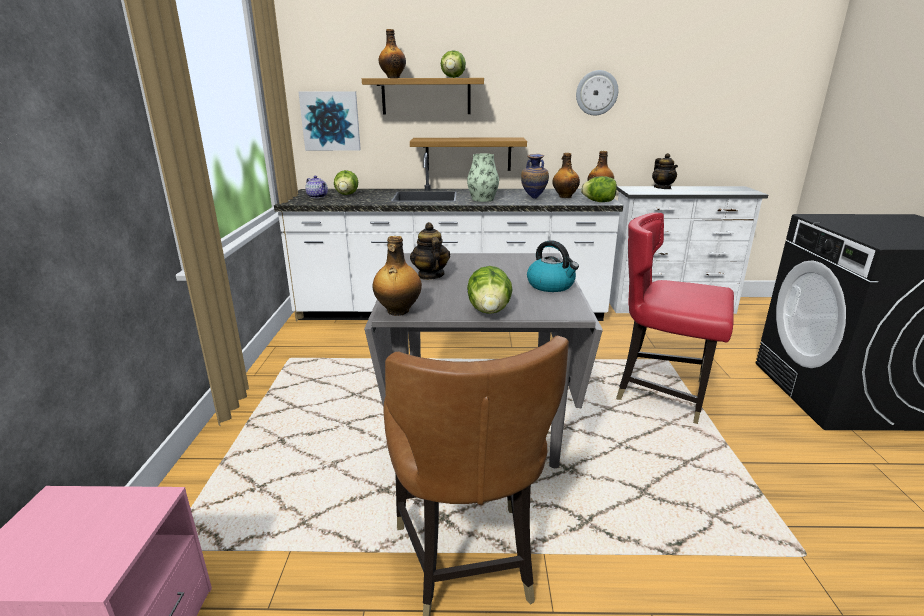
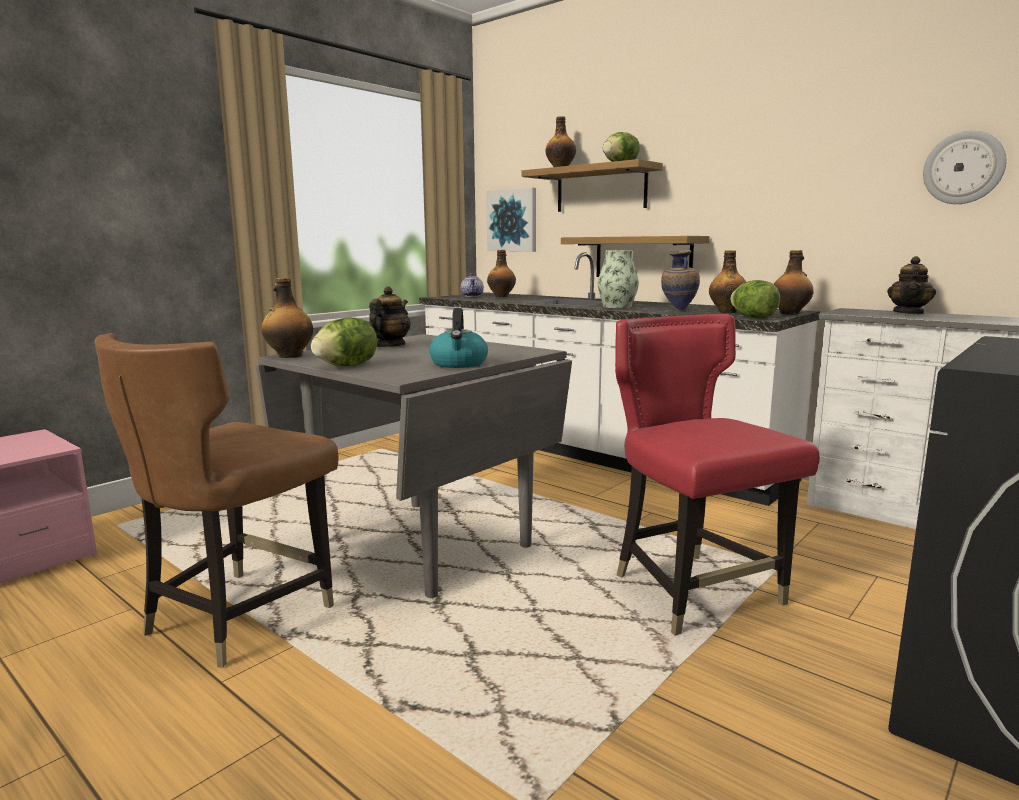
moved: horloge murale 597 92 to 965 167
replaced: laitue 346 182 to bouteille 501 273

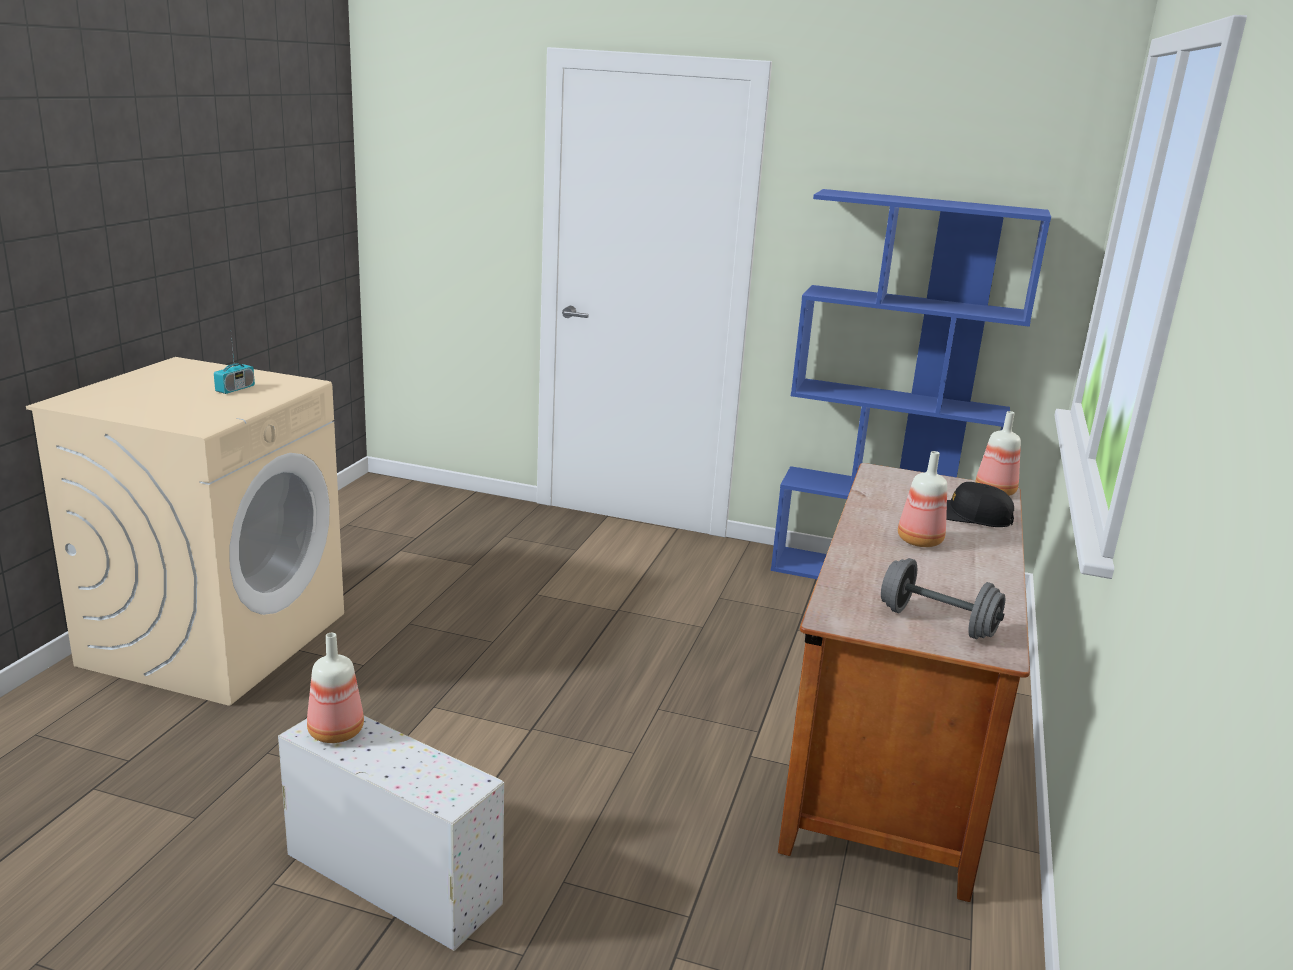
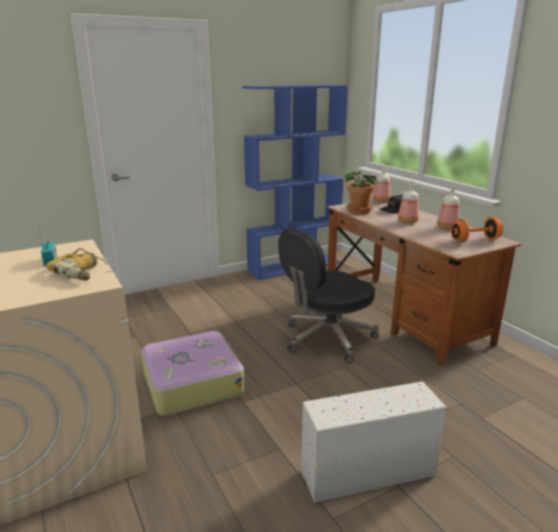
added: plante en pot 361 193; chaise de bureau/noir 328 296; perceuse 76 264; valise 192 373
moved: bouteille 335 688 to 448 207
recoloured: haltère/gris 943 598 to haltère/orange 477 230

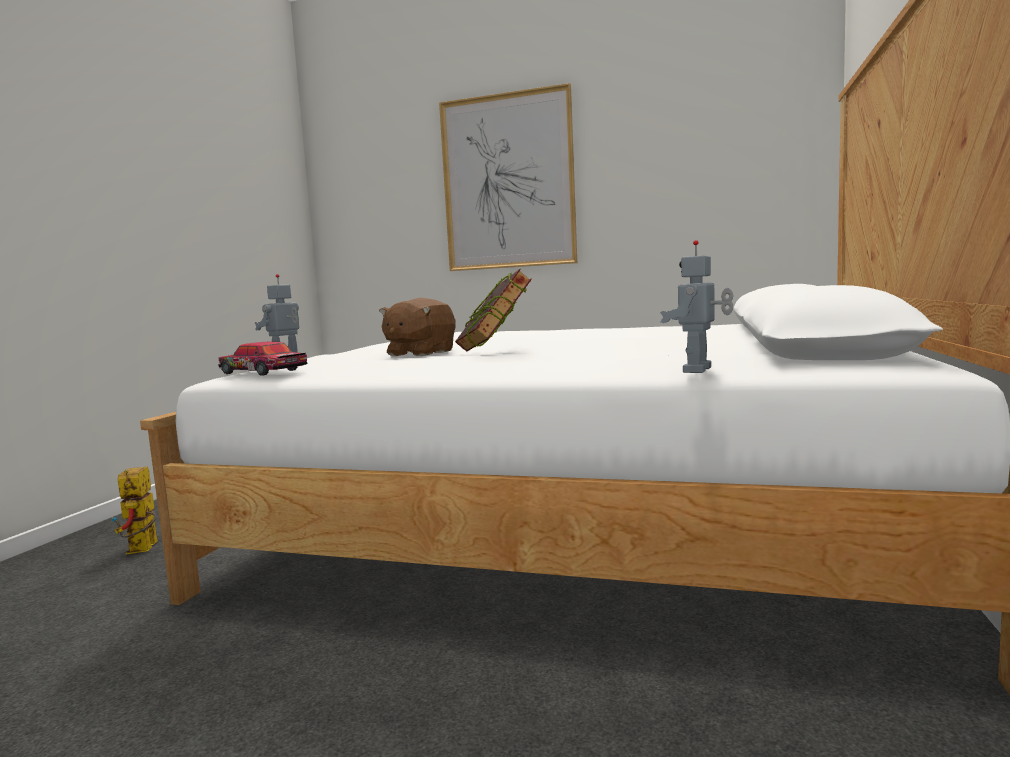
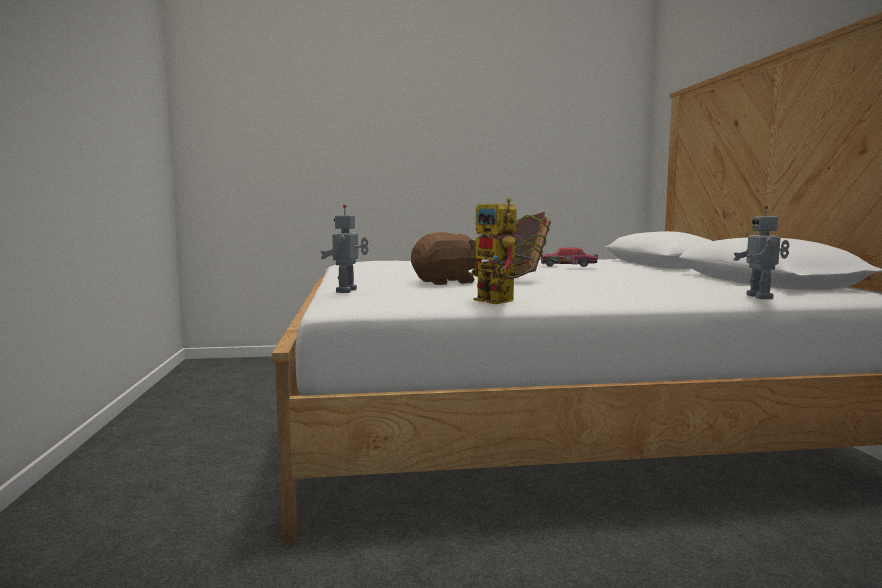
removed: tableau 508 177
moved: petite voiture 263 359 to 570 257; robot jouet 135 511 to 503 251
turned: peluche/marron 417 327 = 444 258 120 degrees counterclockwise

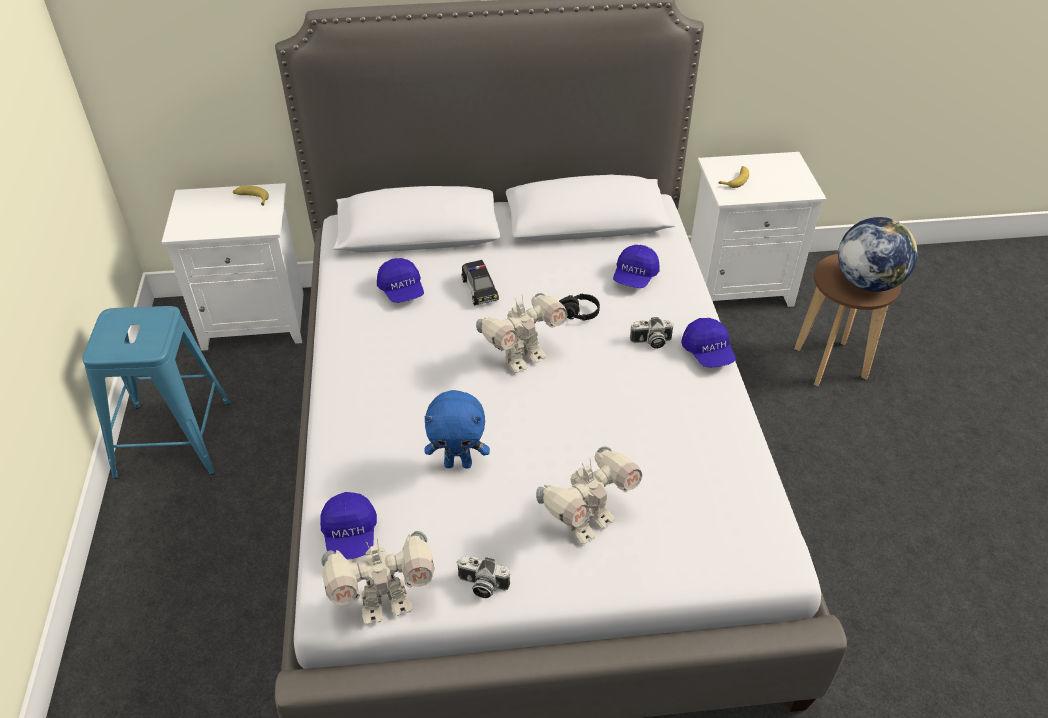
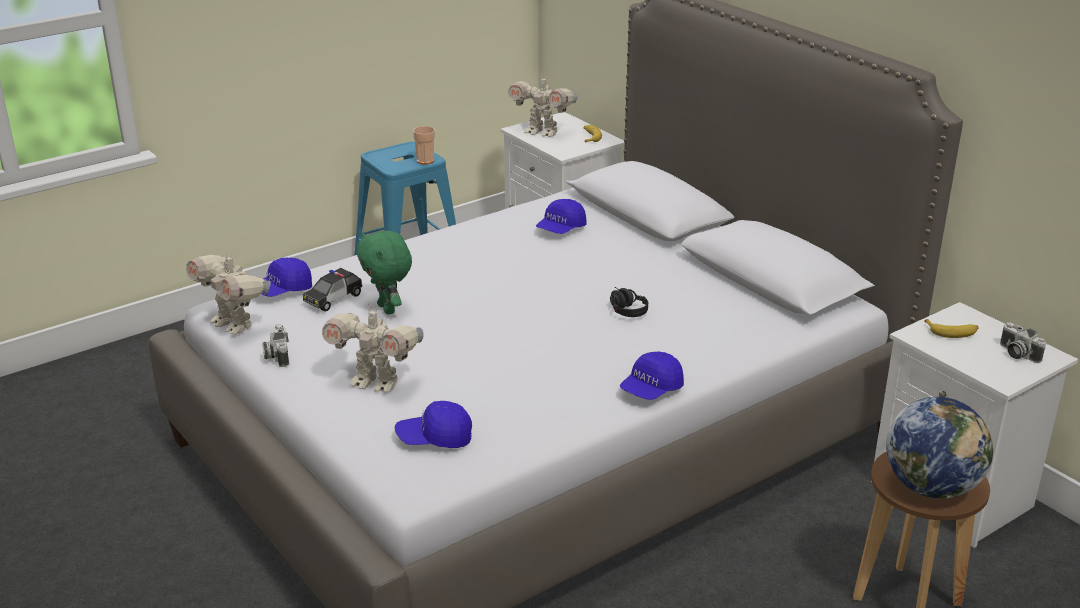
added: tasse 424 145
moved: casquette/bleu 636 266 to 433 424; petite voiture 480 282 to 332 290; robot jouet 521 333 to 543 106; appareil photo 651 333 to 1023 342
recoloured: peluche/bleu 457 429 to peluche/vert 384 272

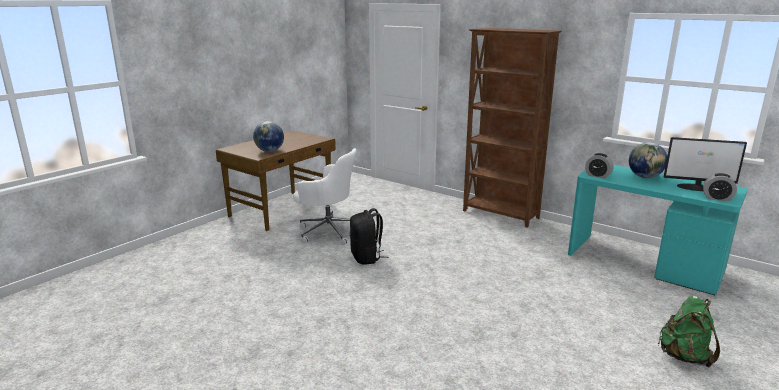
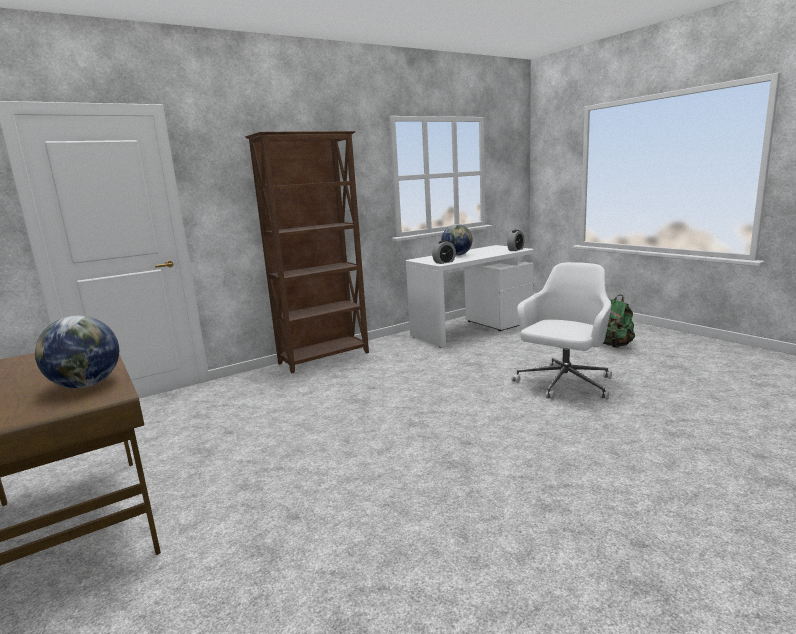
removed: écran d'ordinateur 705 164; sac à dos/noir 369 236
moved: chaise de bureau/blanc 325 196 to 561 331
recoloured: bureau/turquoise 658 230 to bureau/blanc 470 296

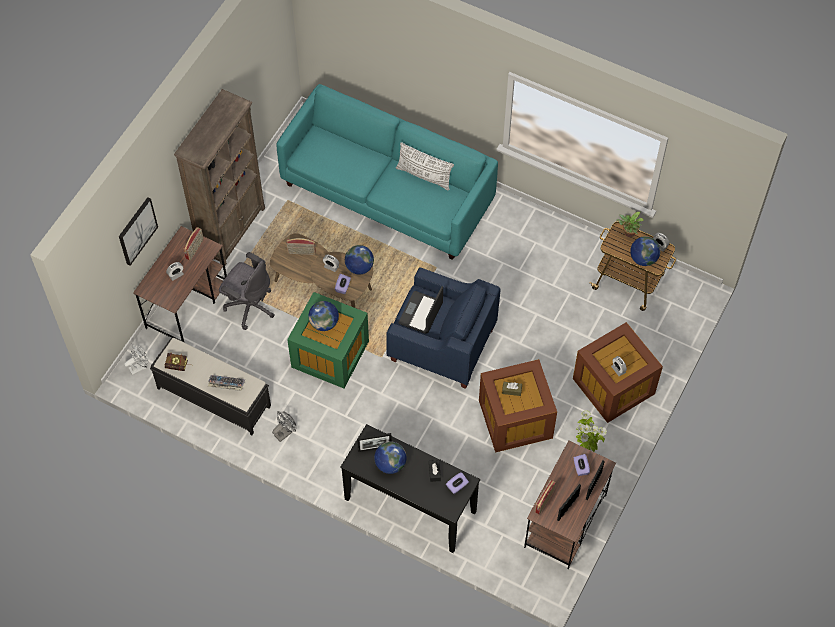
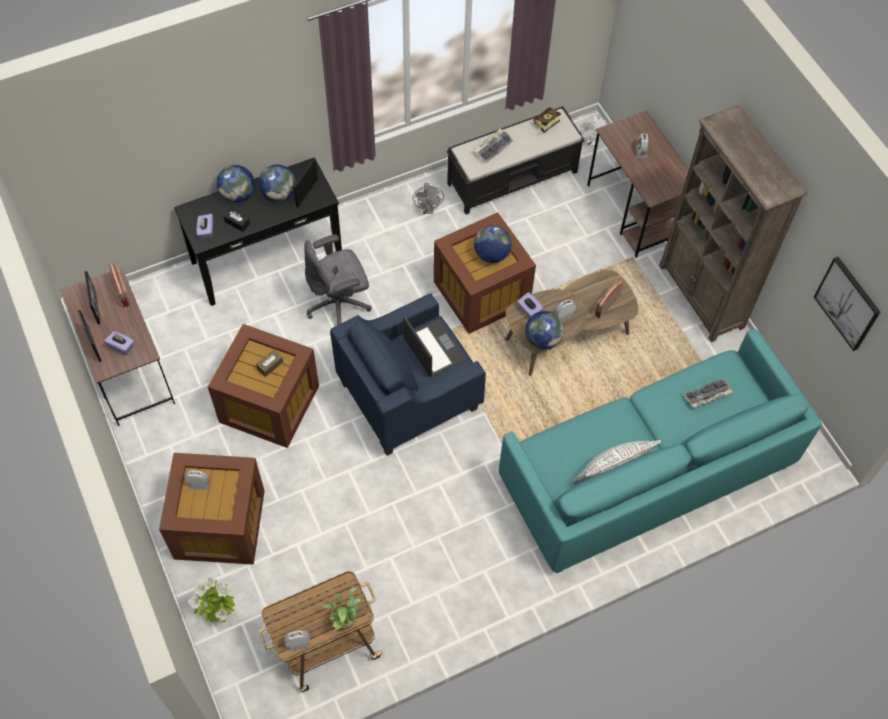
removed: radio 193 243
added: clavier 708 393
moved: tableau 138 231 to 847 304; globe 645 251 to 236 184; chaise de bureau/gris 246 291 to 338 279; plante en pot 591 431 to 212 599
recoloured: boîte de rangement/vert 328 340 to boîte de rangement/marron 485 273

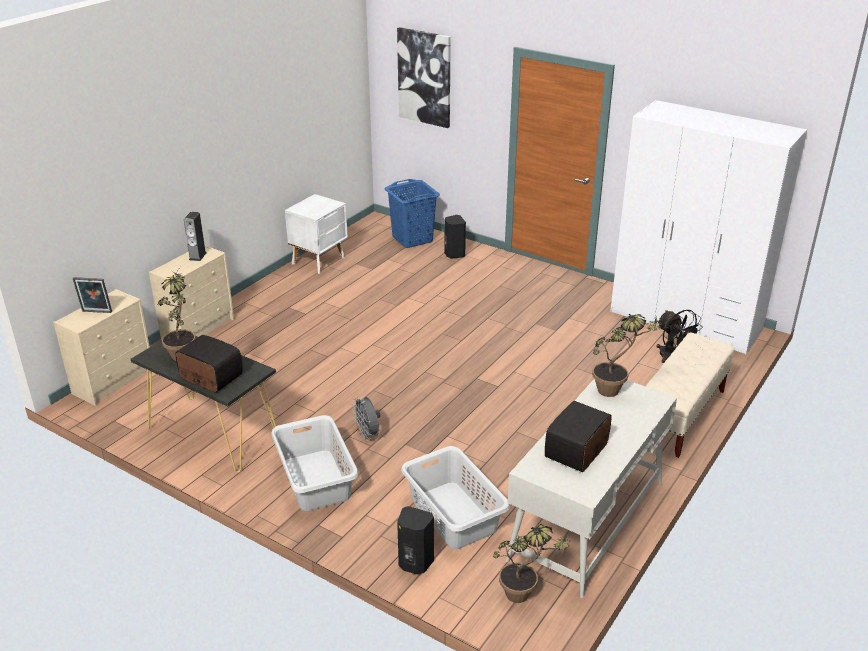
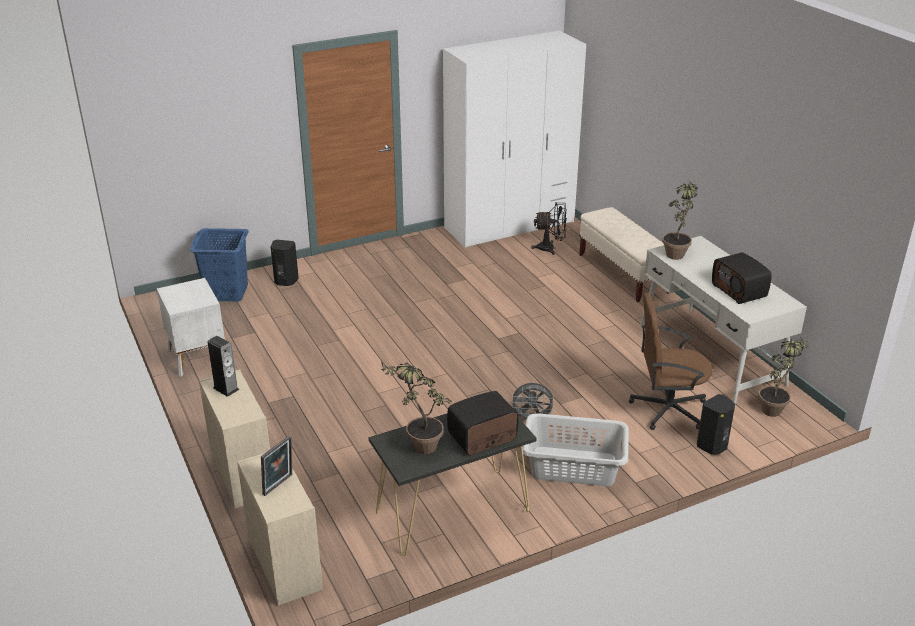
removed: tableau 424 77
replaced: panier à linge/gris 455 497 to chaise de bureau/marron 671 361

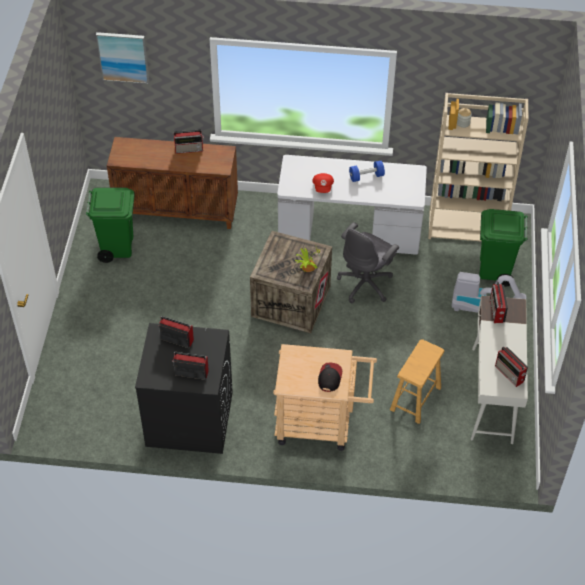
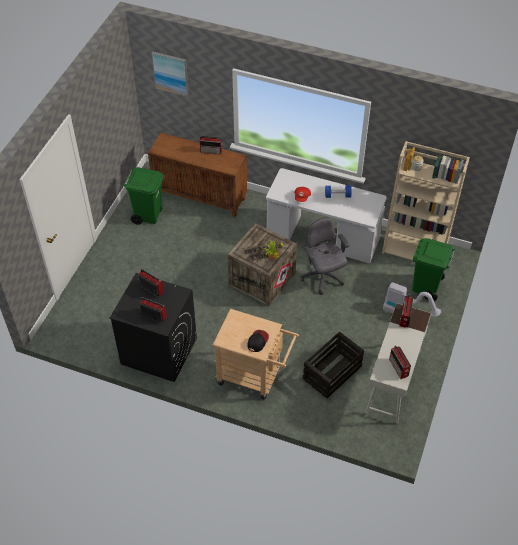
replaced: tabouret/marron 417 381 to caisse 333 365
turned: chaise de bureau/gris 368 262 = 325 256 105 degrees clockwise

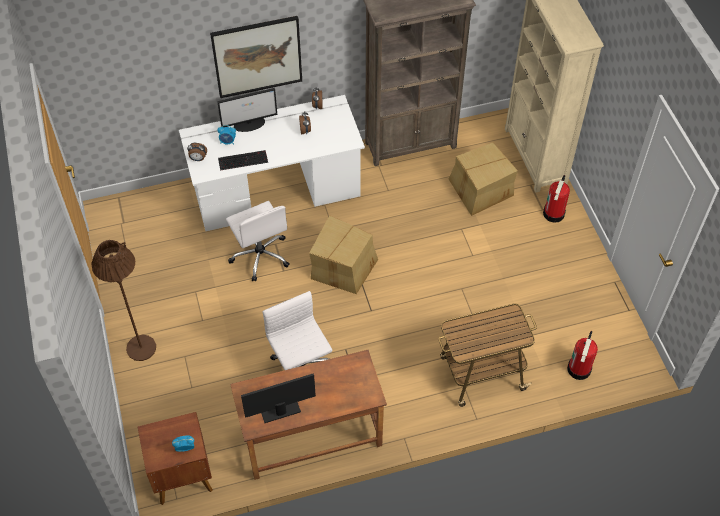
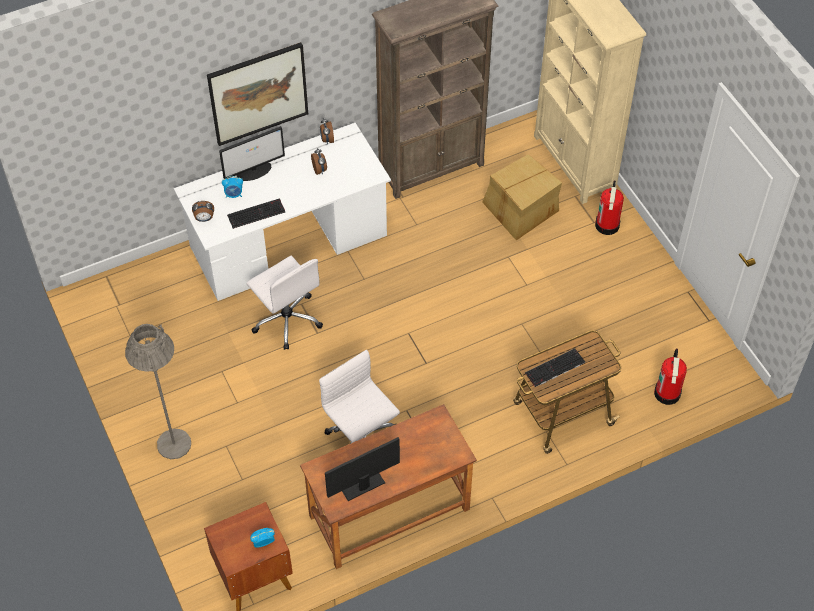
removed: carton 343 254
added: clavier 555 367
recoloured: lampadaire/marron 123 300 to lampadaire/gris 158 391

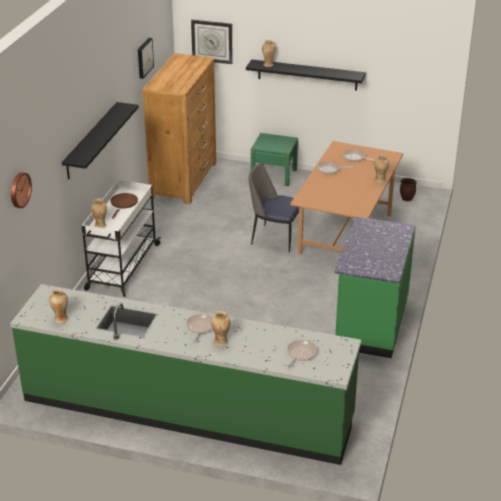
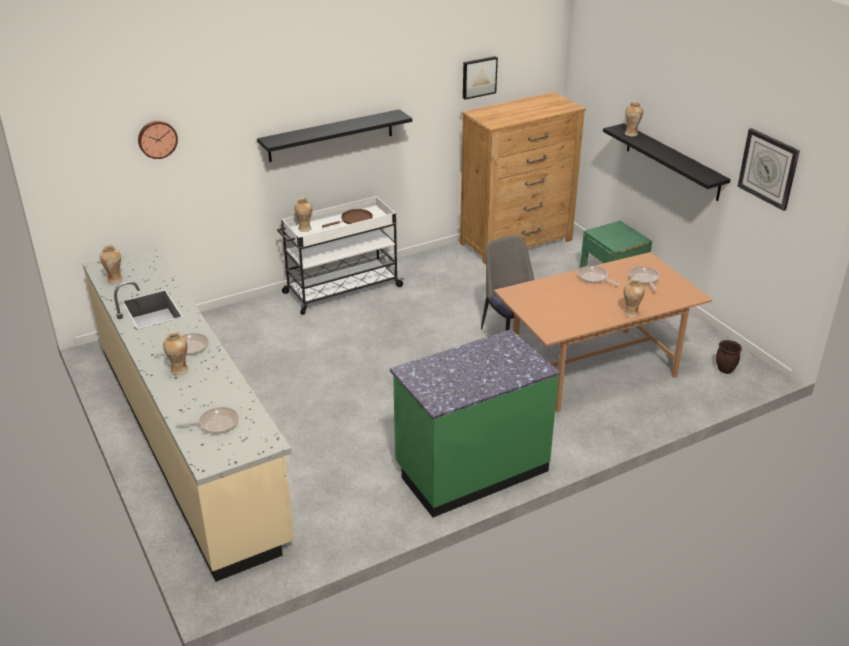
moved: horloge murale 212 42 to 768 169
recoloured: comptoir de cuisine/vert 185 374 to comptoir de cuisine/beige 188 414

